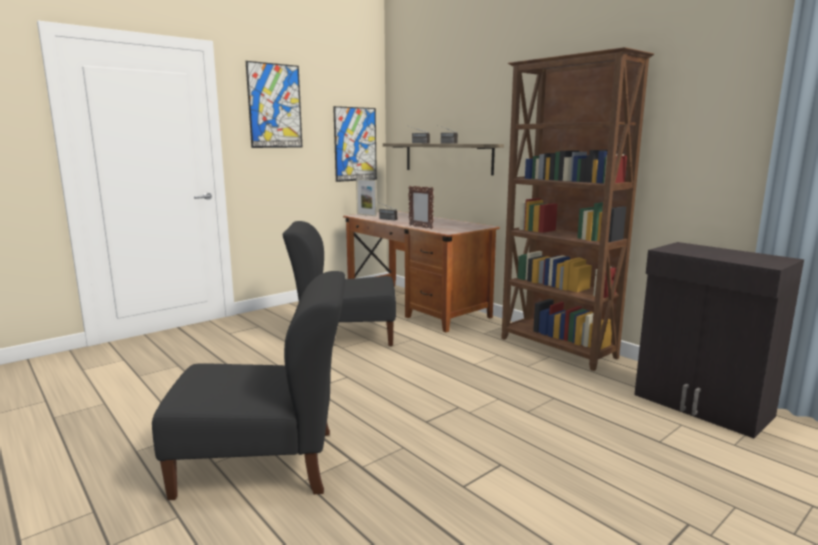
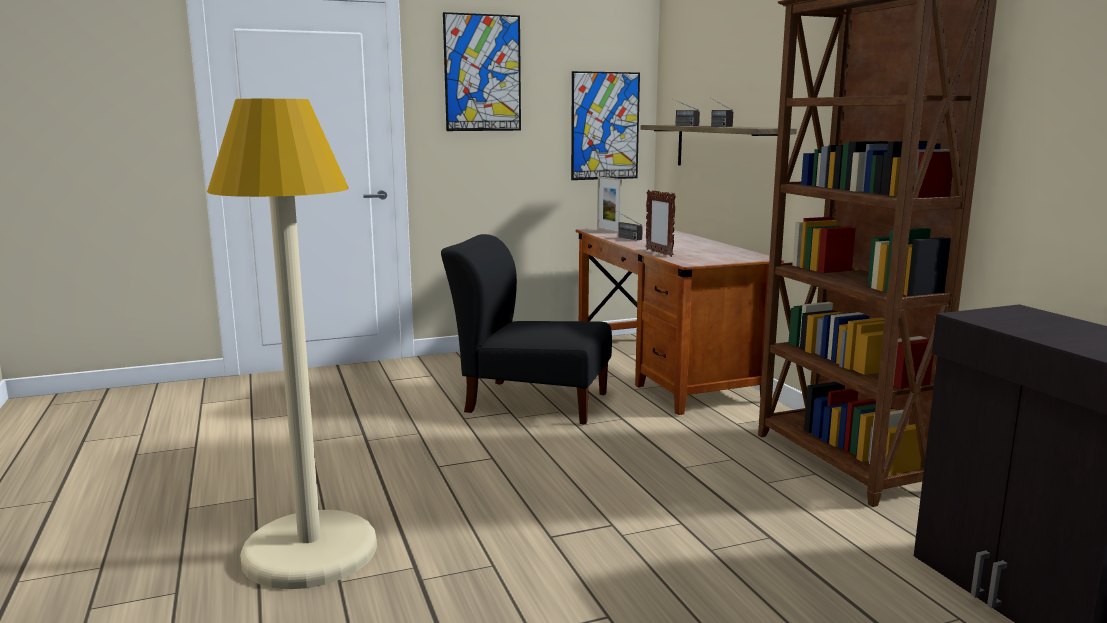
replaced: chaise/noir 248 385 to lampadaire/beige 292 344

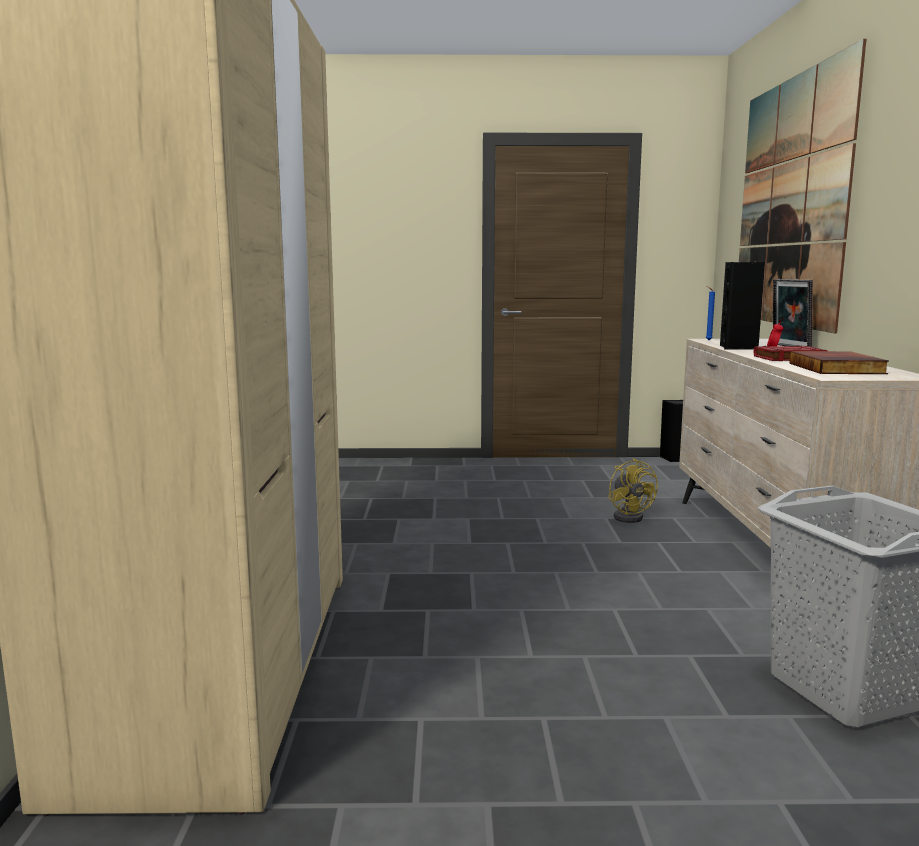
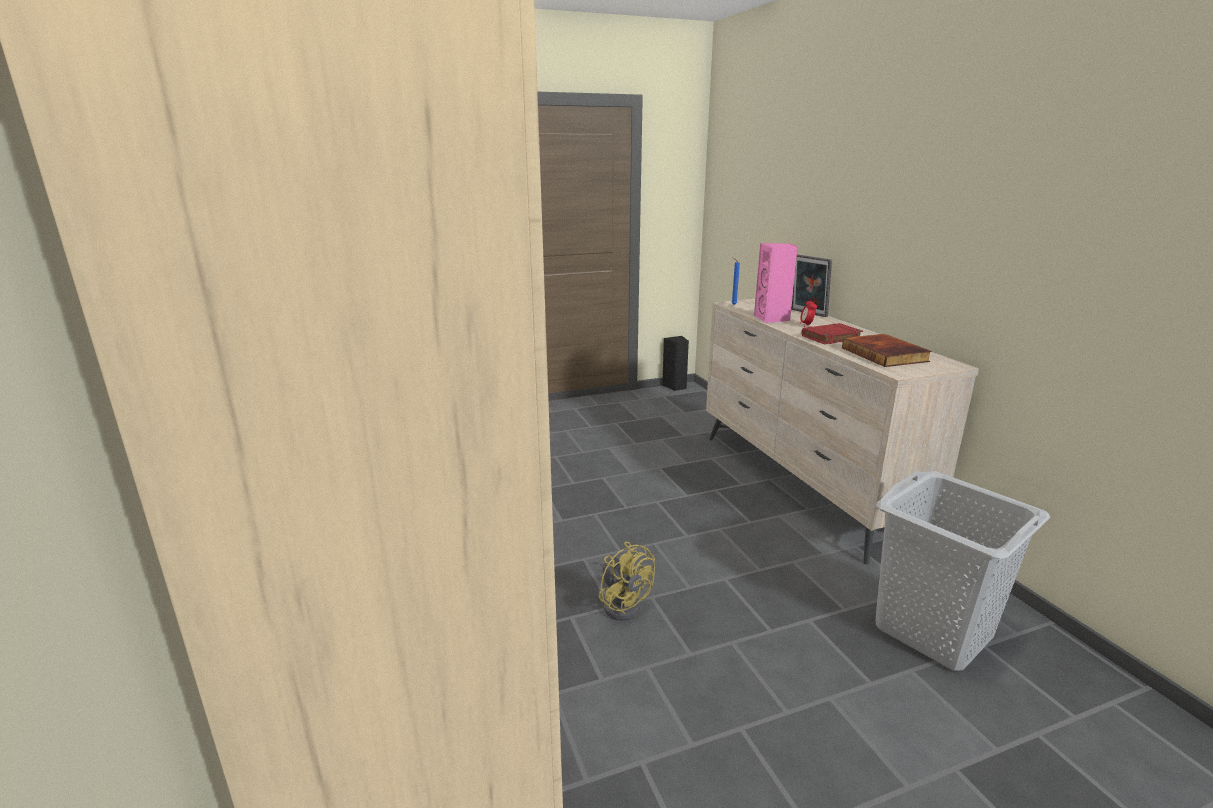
removed: tableau 802 186
moved: ventilateur/jaune 633 490 to 627 581
recoloured: enceinte/noir 742 306 to enceinte/rose 776 283

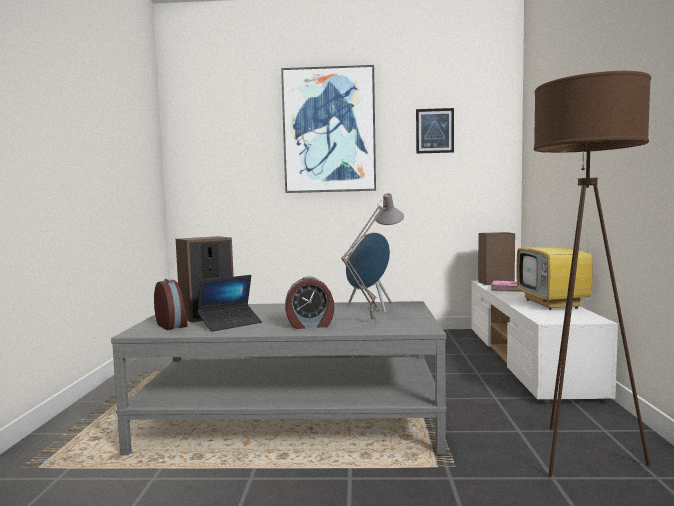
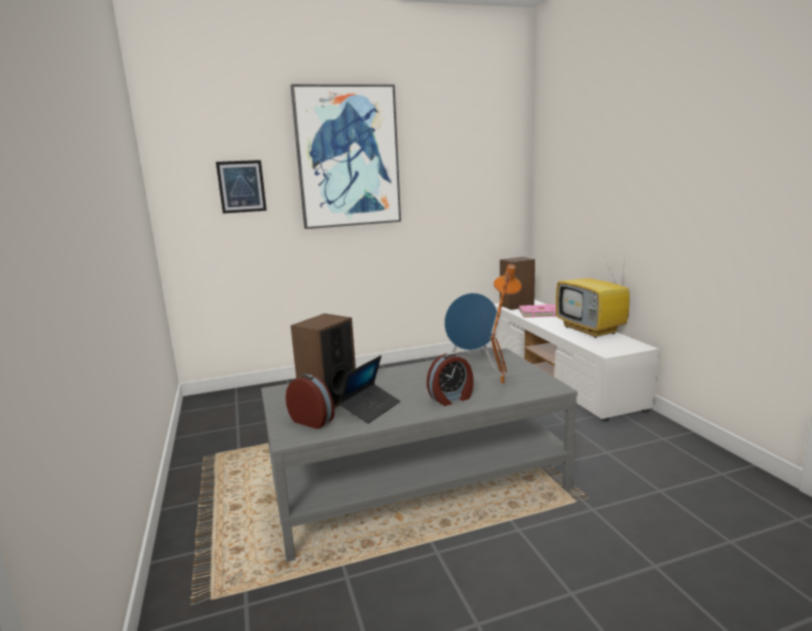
removed: lampadaire/marron 592 274
moved: tableau 435 131 to 241 187
recoloured: lampe de table/gris 372 258 to lampe de table/orange 506 325

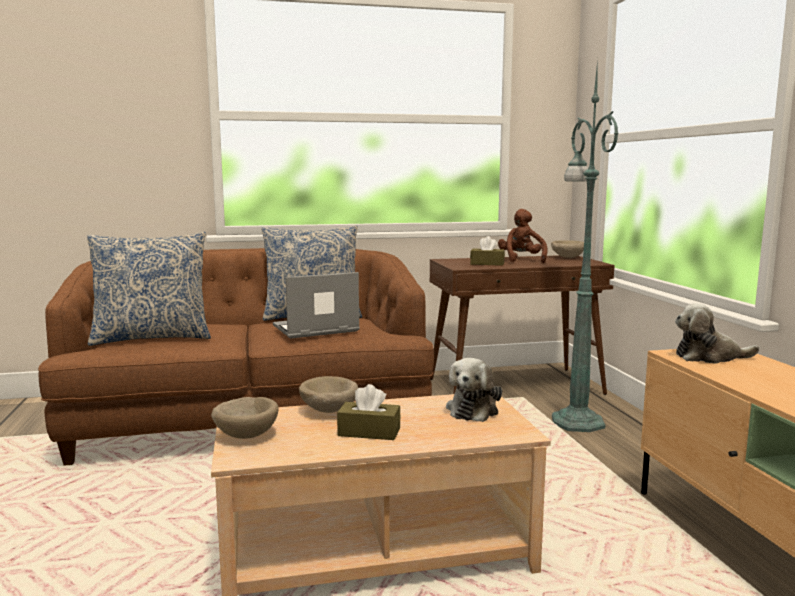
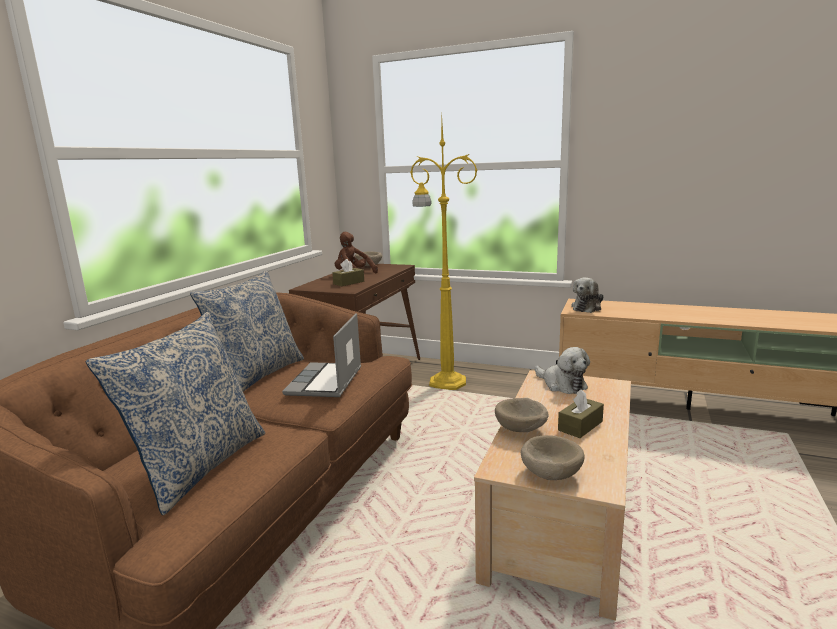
recoloured: lampadaire/vert 585 245 to lampadaire/jaune 443 254

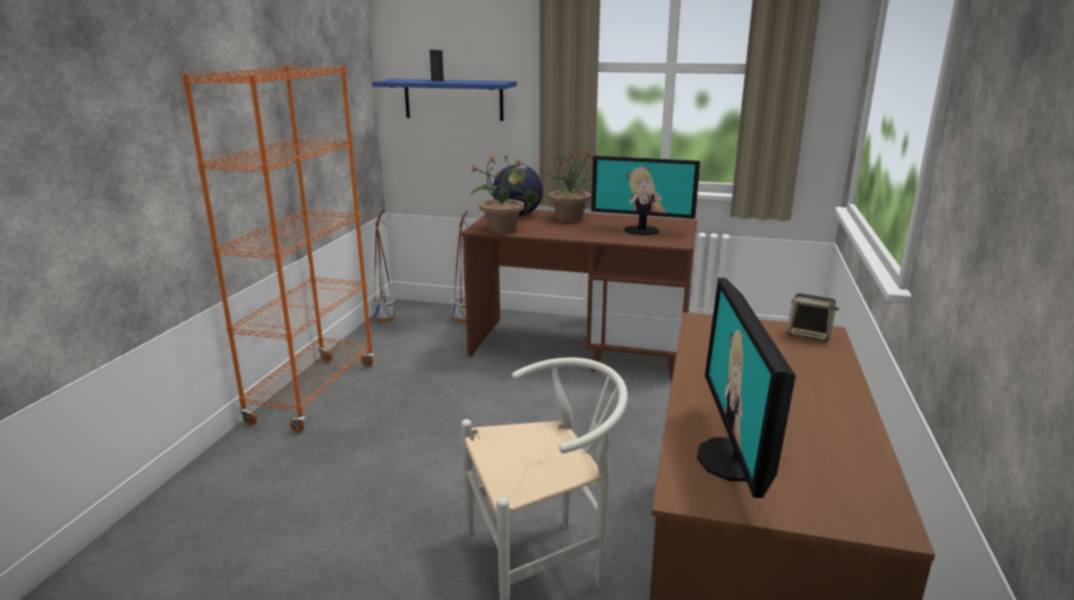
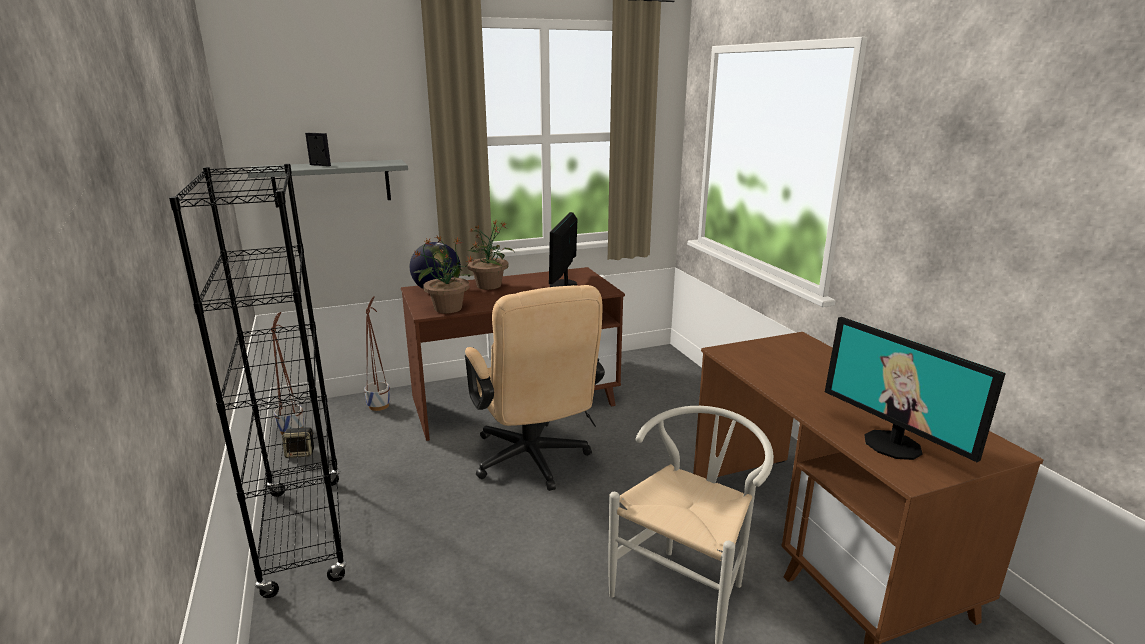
added: chaise de bureau/beige 535 388
moved: enceinte 813 317 to 298 442
recoloured: bibliothèque/orange 278 248 to bibliothèque/noir 258 381; étagère/bleu 444 100 to étagère/gris 328 184
turned: écran d'ordinateur 645 195 = 563 249 120 degrees clockwise

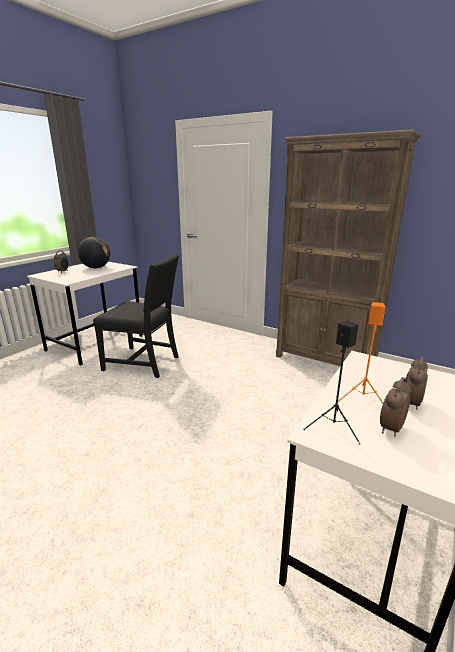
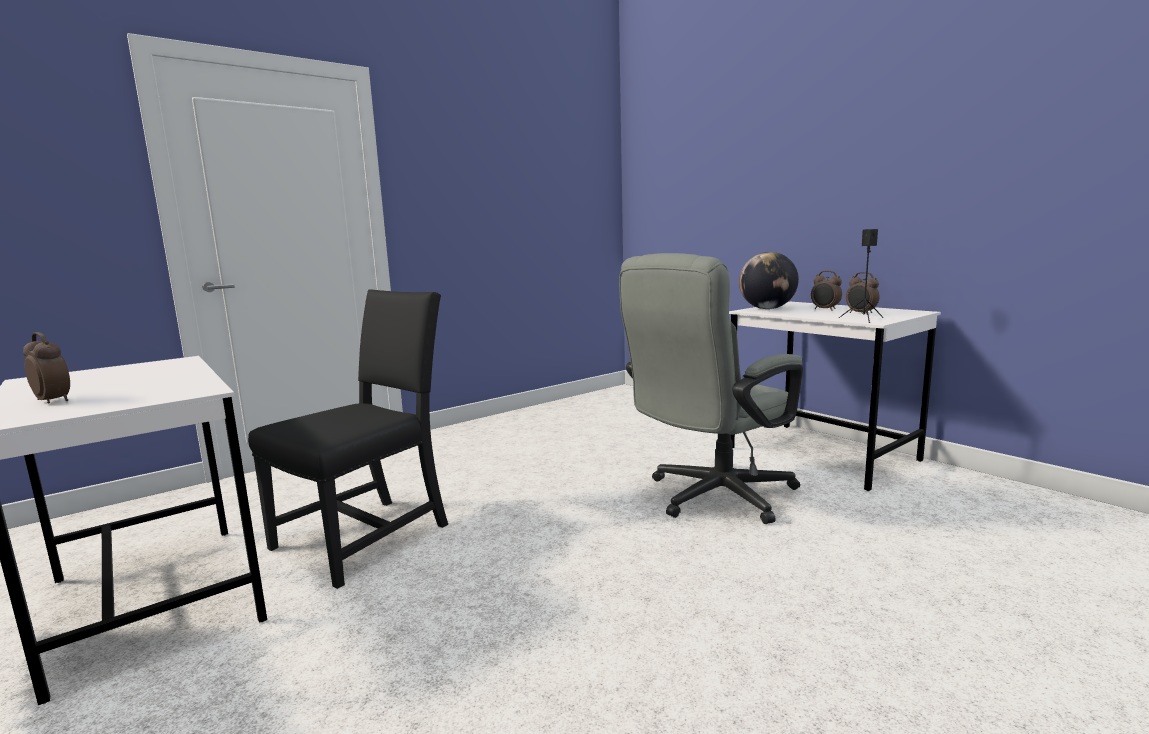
removed: bibliothèque/marron 348 247; enceinte/orange 362 352
added: chaise de bureau/gris 711 388
moved: globe 93 252 to 769 280

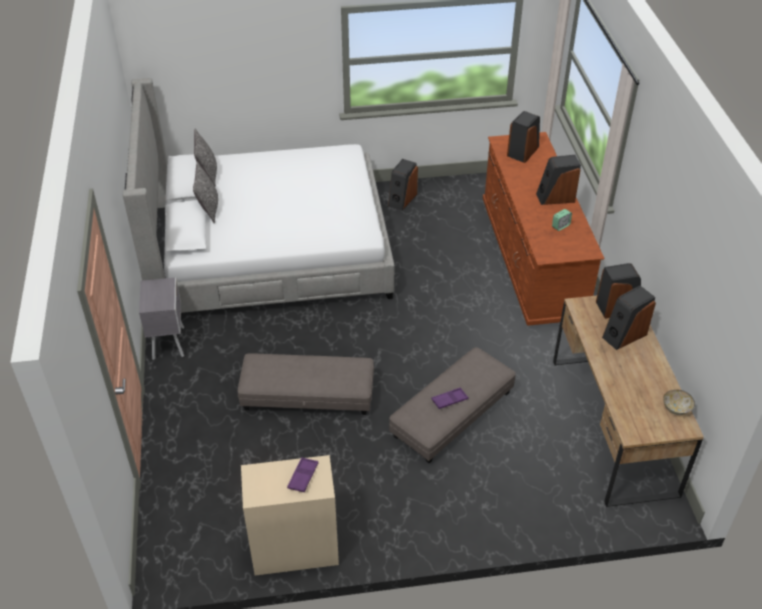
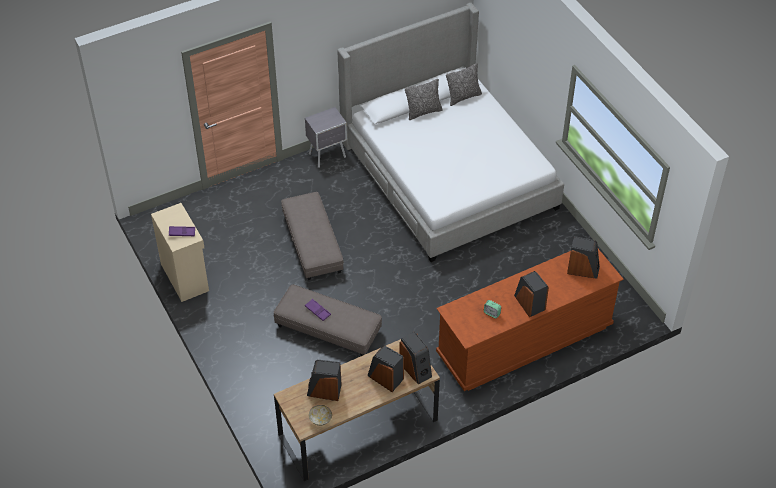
moved: enceinte 403 185 to 324 380

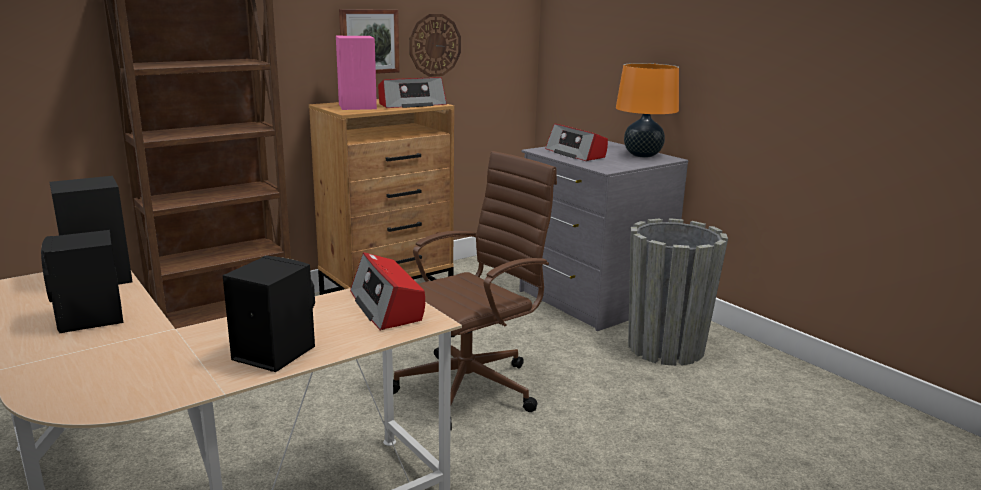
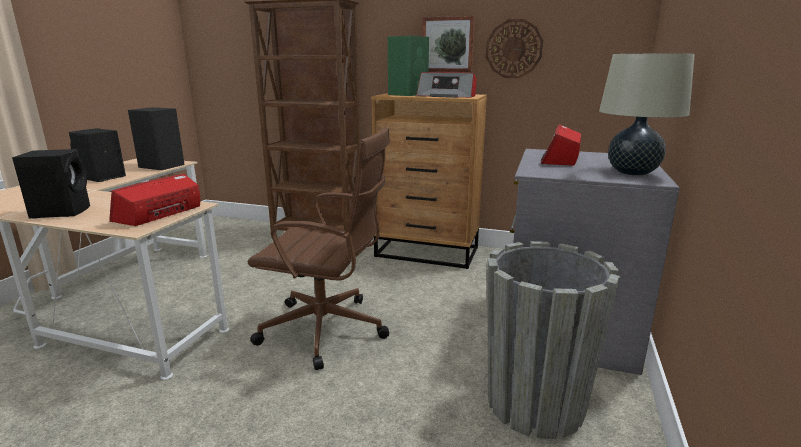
recoloured: enceinte/rose 356 73 to enceinte/vert 408 66; lampe de table/orange 647 110 to lampe de table/beige 647 115

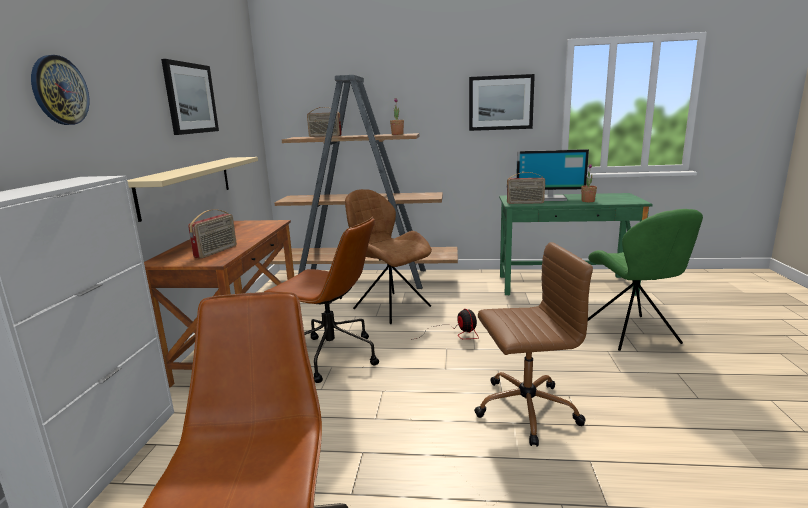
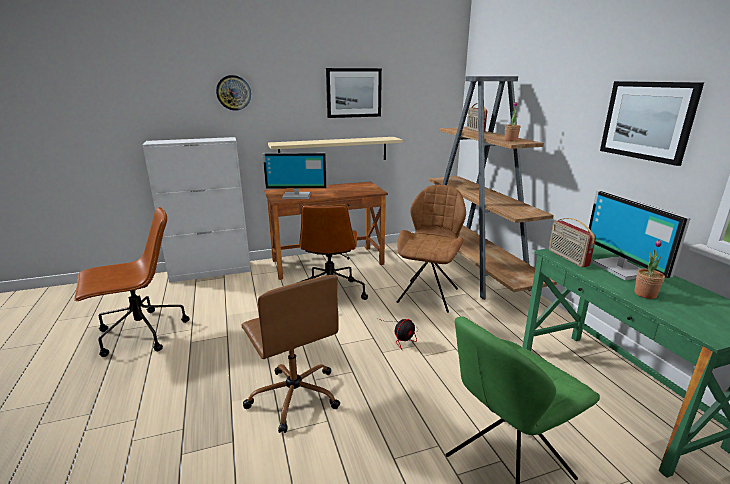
replaced: radio 212 233 to écran d'ordinateur 295 176

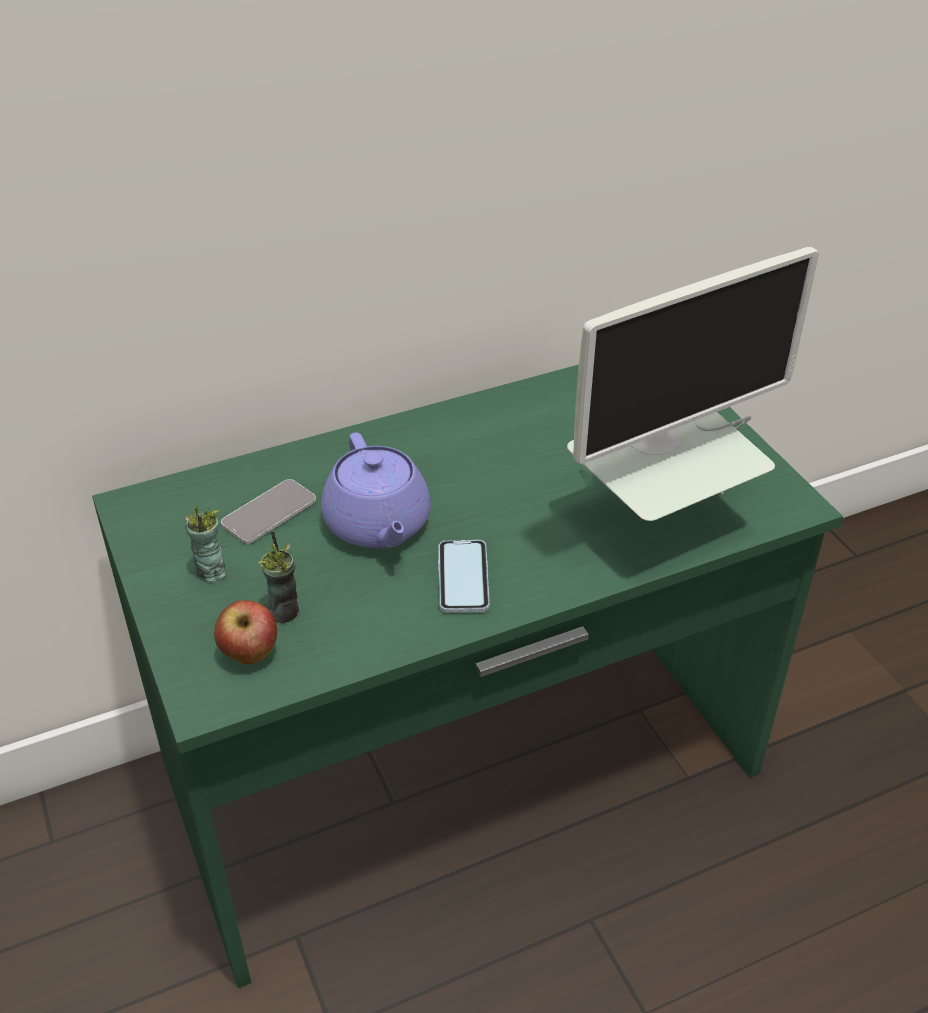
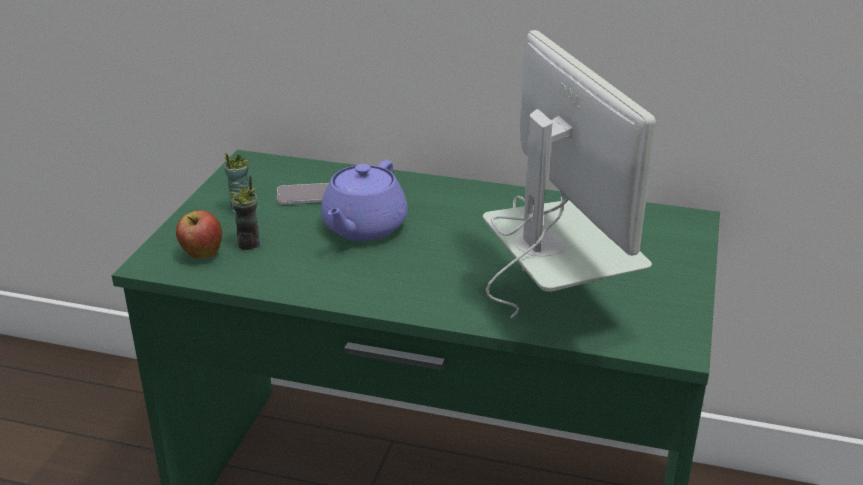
removed: téléphone 464 576
turned: écran d'ordinateur 692 384 = 569 174 120 degrees counterclockwise

